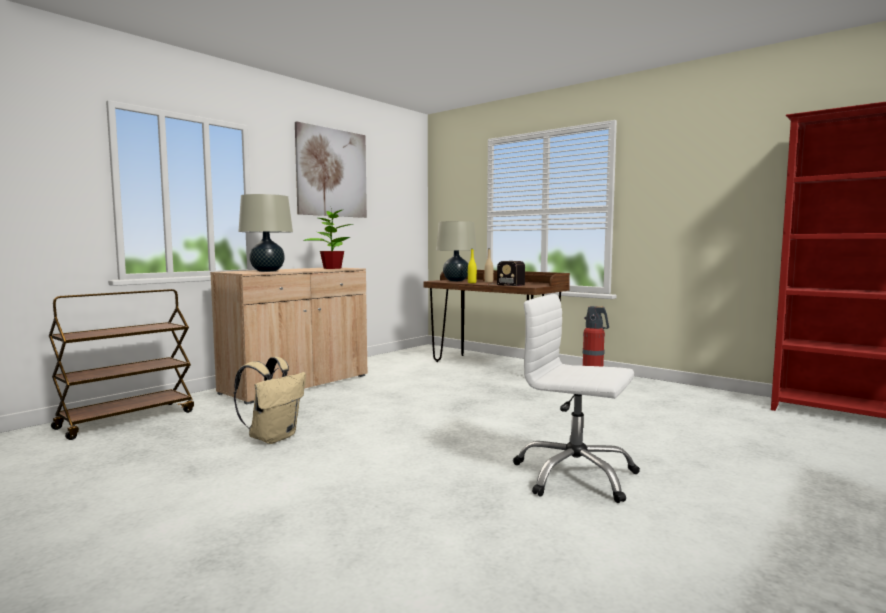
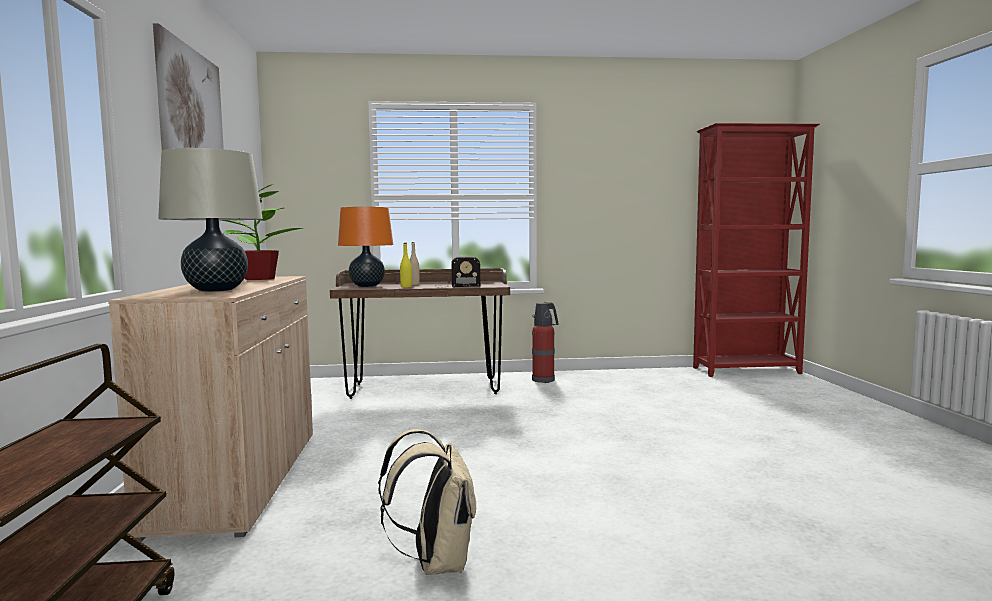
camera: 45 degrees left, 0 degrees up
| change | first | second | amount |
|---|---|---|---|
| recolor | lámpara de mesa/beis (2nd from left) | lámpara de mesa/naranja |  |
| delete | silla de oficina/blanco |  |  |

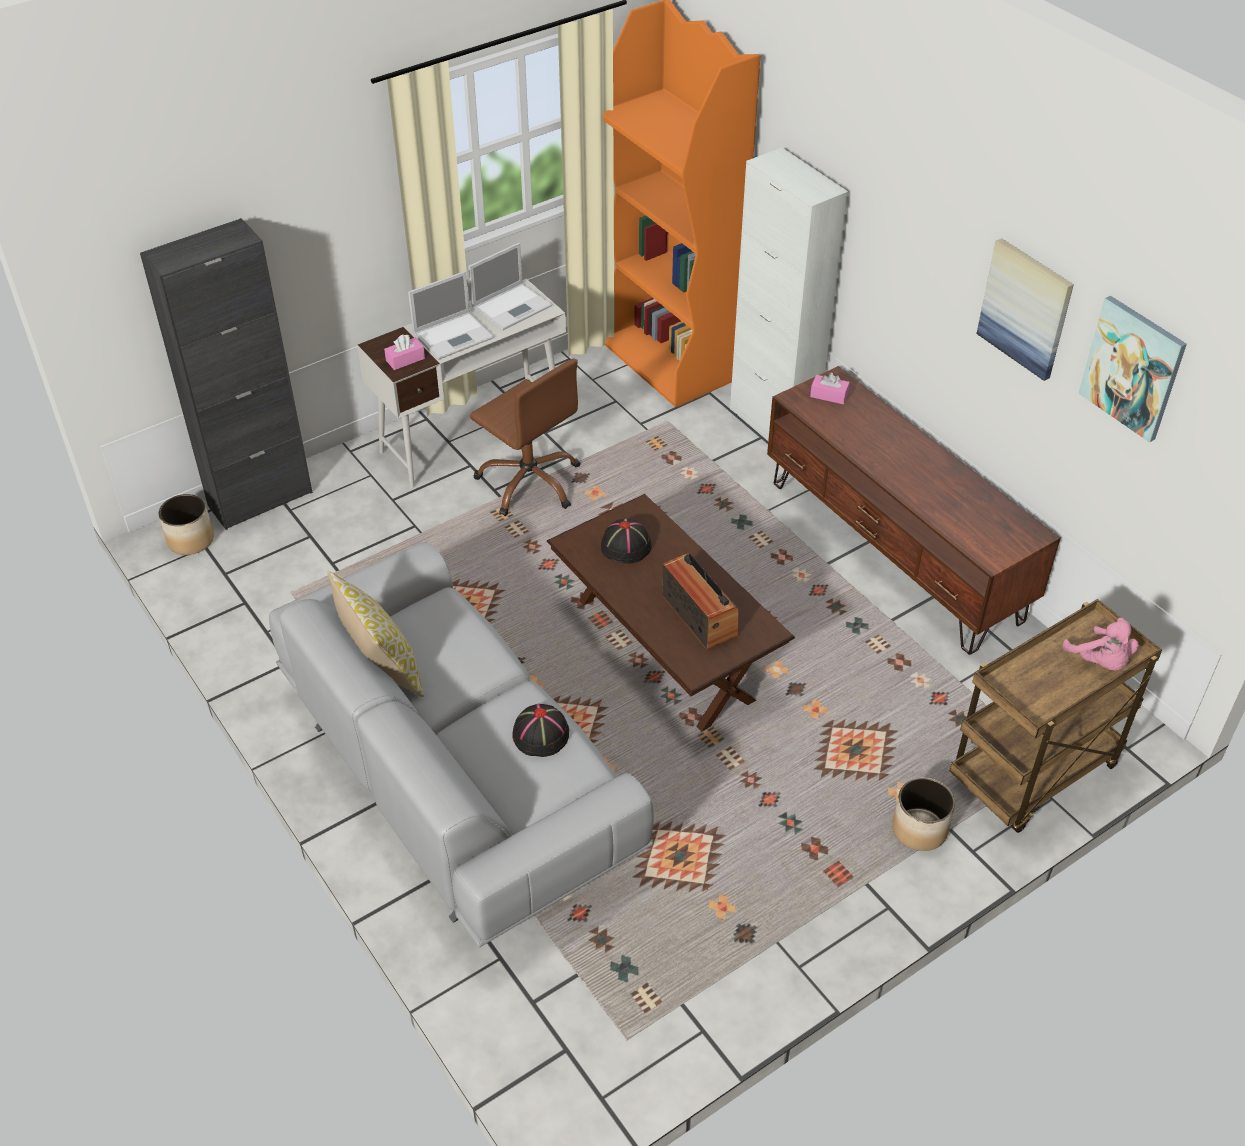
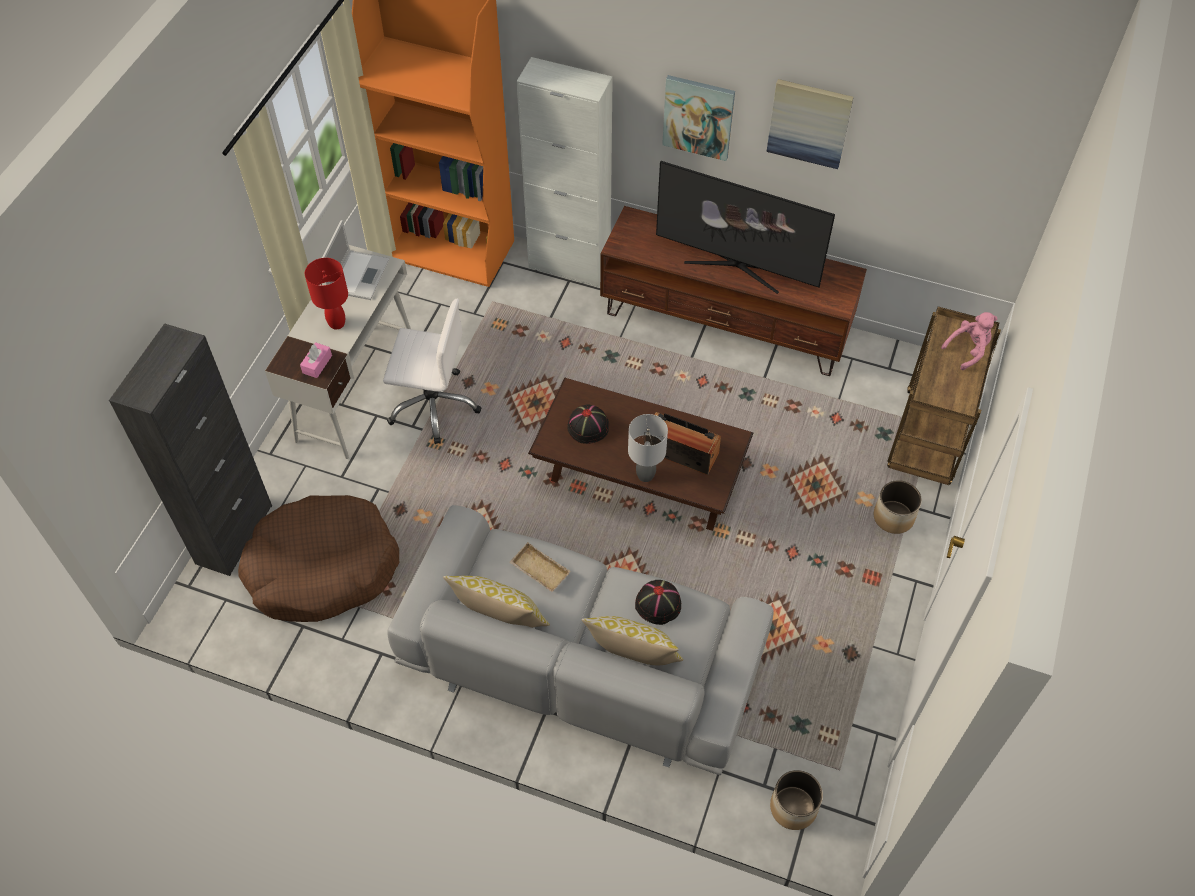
camera: 35 degrees left, 10 degrees up
| change | first | second | amount |
|---|---|---|---|
| insert |  | cama para perro/marrón |  |
| replace | portátil (1st from left) | lámpara de mesa/rojo |  |
| recolor | silla de oficina/marrón | silla de oficina/blanco |  |
| insert |  | bandeja/beis |  |
| insert |  | cojín (2nd from left) |  |
| insert |  | lámpara de mesa/gris |  |
| insert |  | televisor |  |
| move | cuadro (2nd from left in the first image) | cuadro (1st from left) |  |
| move | maceta (1st from left) |  |  |
| rotate | peluche/rosa |  | 60 degrees counterclockwise |
| delete | caja de pañuelos/rosa (2nd from left) |  |  |

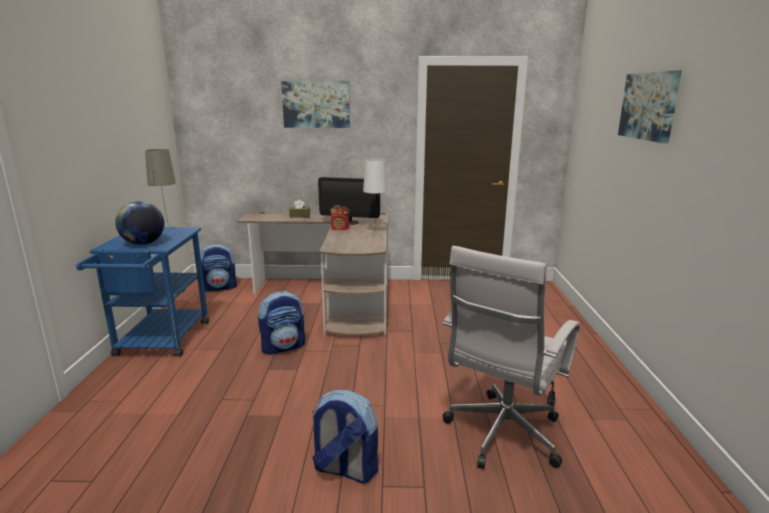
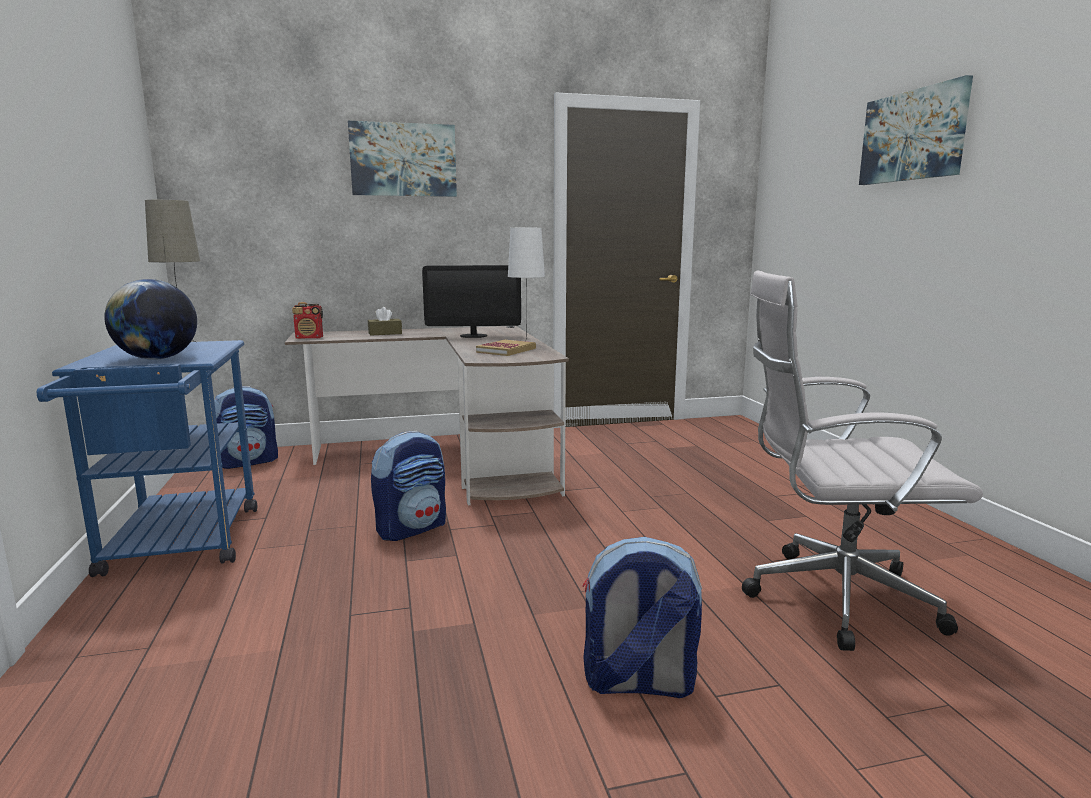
camera: 15 degrees left, 5 degrees down
| change | first | second | amount |
|---|---|---|---|
| move | radio |  |  |
| insert |  | libro |  |
| rotate | silla de oficina/blanco |  | 75 degrees clockwise |

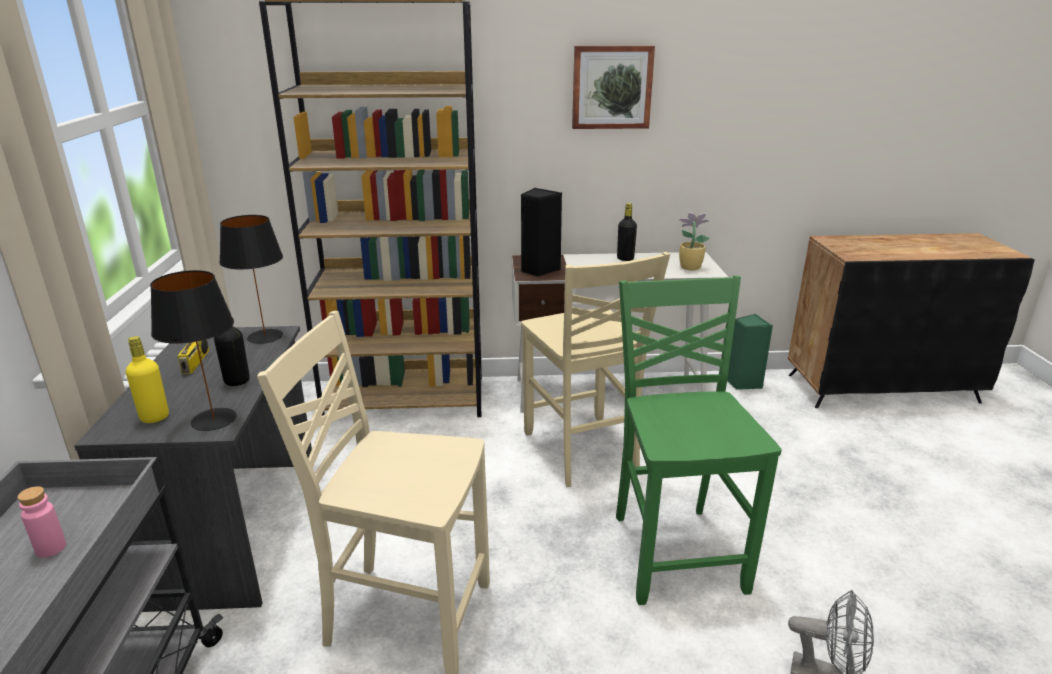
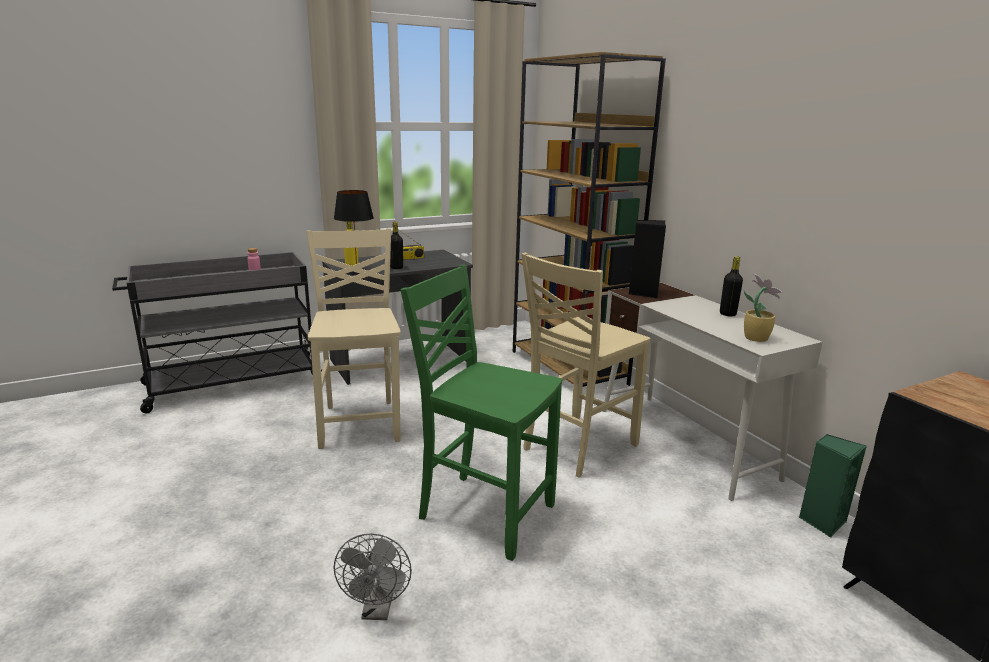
camera: 65 degrees right, 5 degrees down
| change | first | second | amount |
|---|---|---|---|
| rotate | silla/verde |  | 120 degrees counterclockwise |
| delete | lámpara de mesa/negro (2nd from left) |  |  |
| delete | cuadro |  |  |

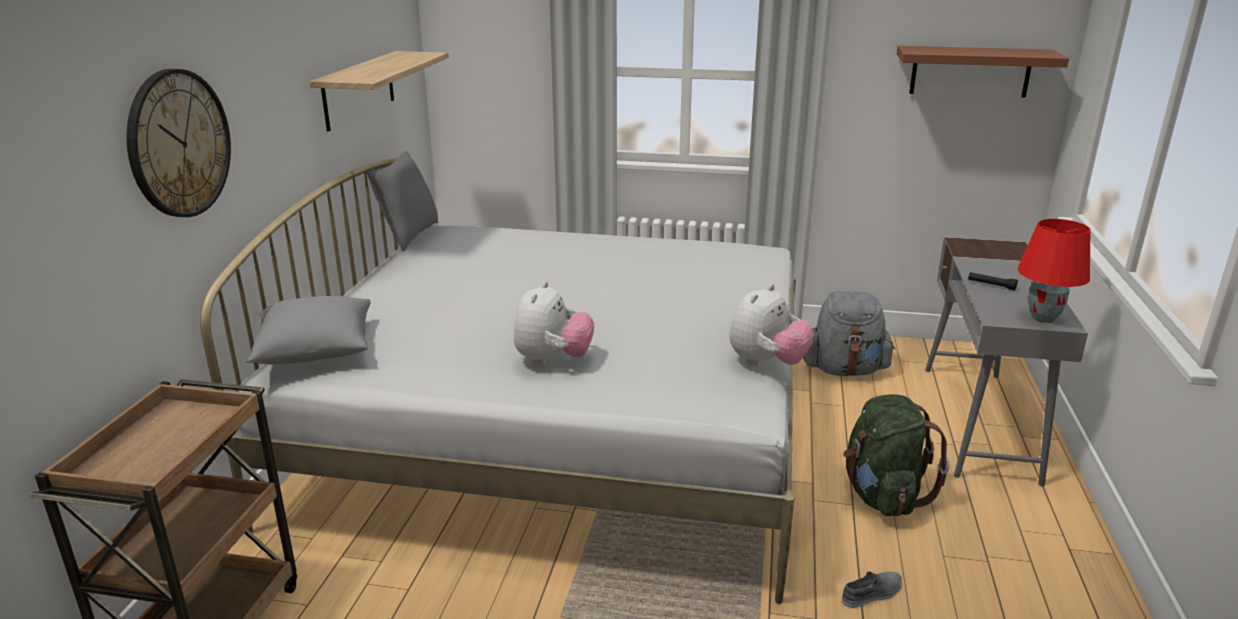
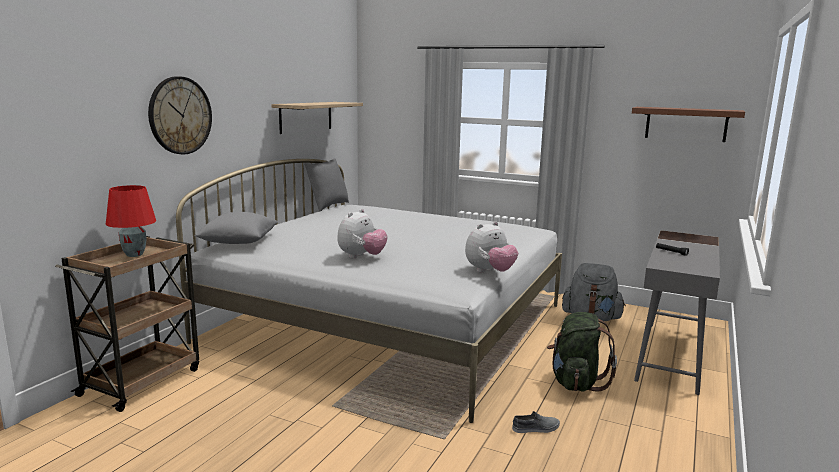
camera: 15 degrees right, 10 degrees down
| change | first | second | amount |
|---|---|---|---|
| move | lámpara de mesa/rojo |  |  |

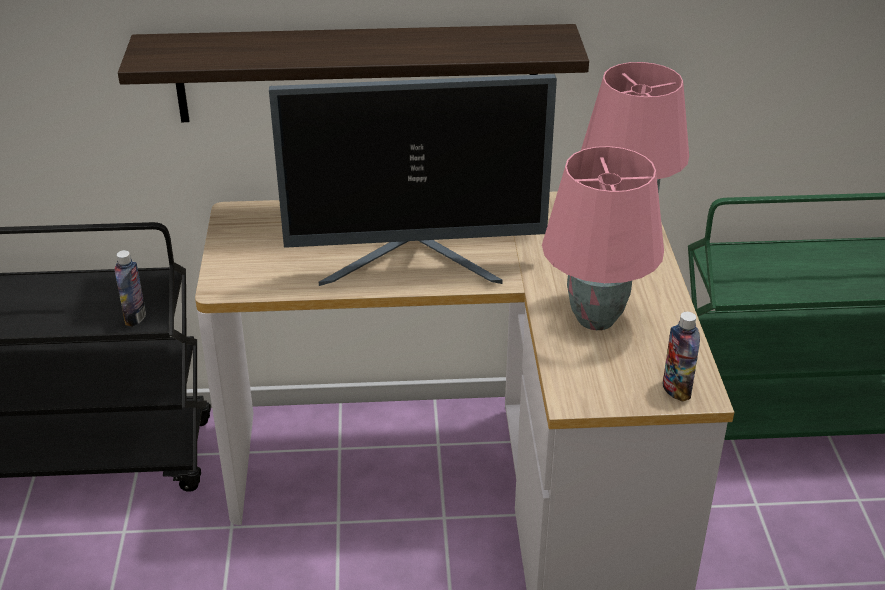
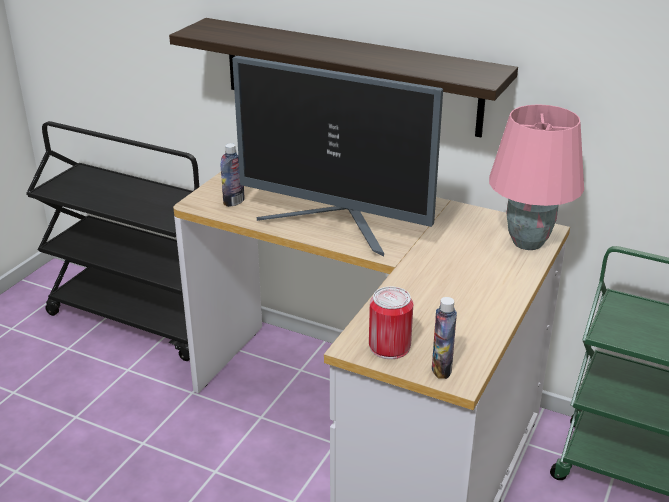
camera: 30 degrees right, 5 degrees down
| change | first | second | amount |
|---|---|---|---|
| move | botella (1st from left) |  |  |
| insert |  | lata |  |
| delete | lámpara de mesa/rosa (1st from left) |  |  |

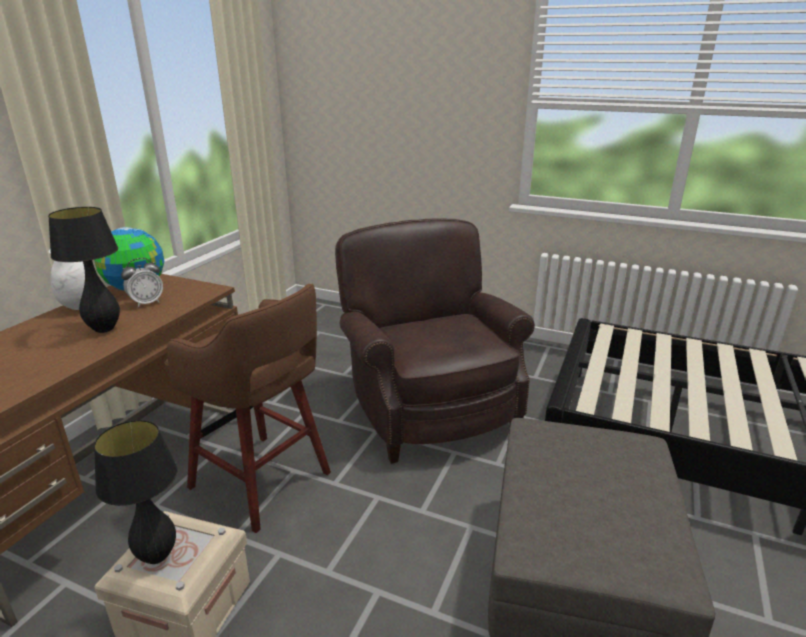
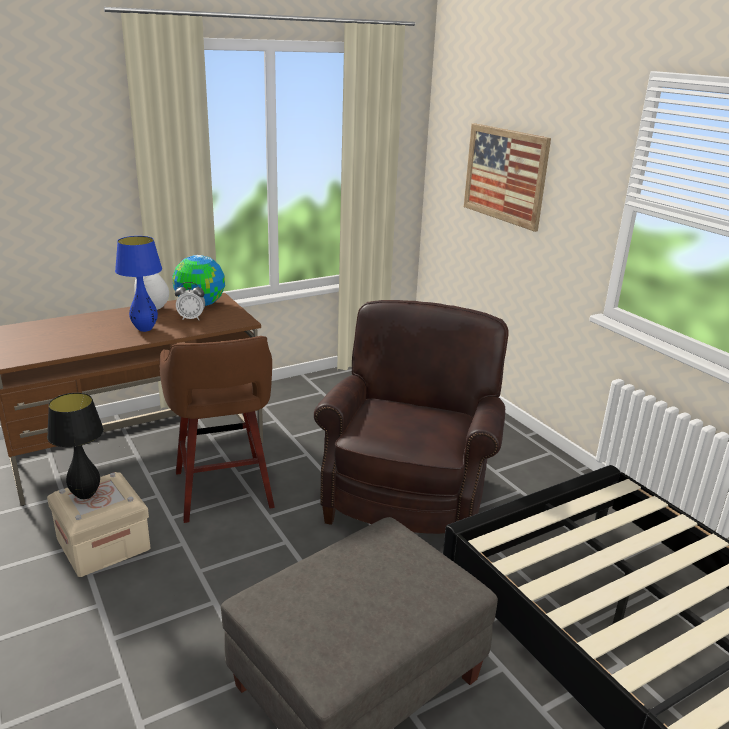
camera: 35 degrees right, 0 degrees up
| change | first | second | amount |
|---|---|---|---|
| recolor | lámpara de mesa/negro (1st from left) | lámpara de mesa/azul |  |
| insert |  | cuadro |  |

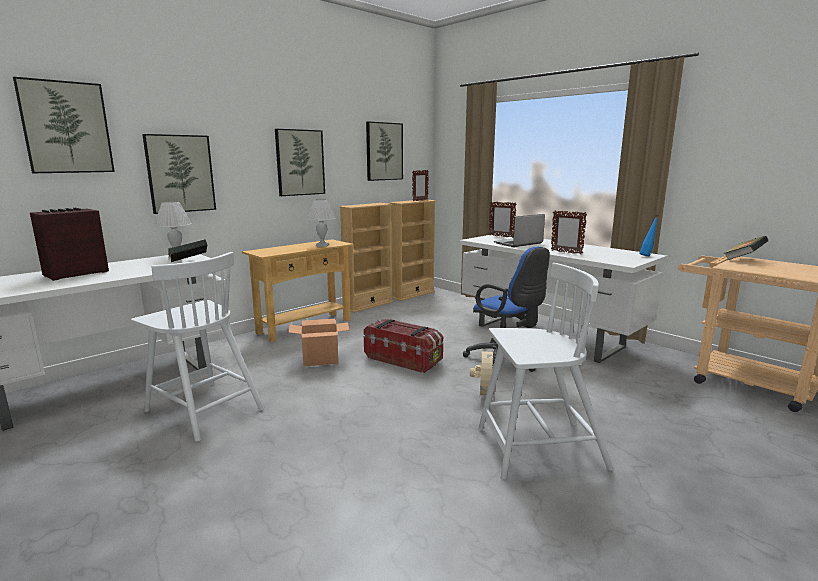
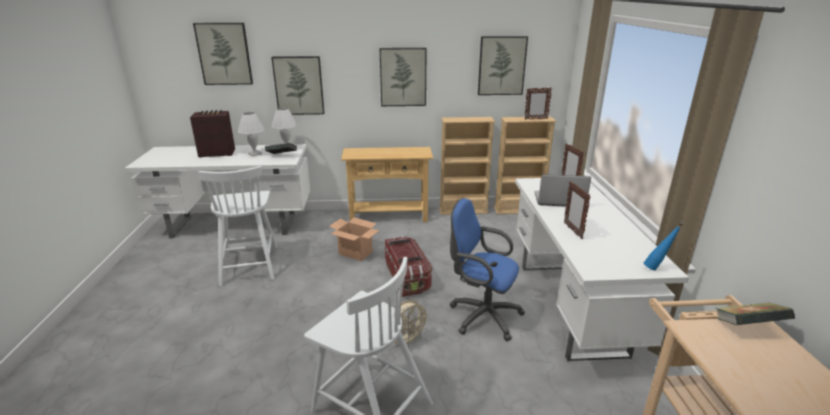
camera: 40 degrees right, 10 degrees up
| change | first | second | amount |
|---|---|---|---|
| move | lámpara de mesa/blanco (2nd from left in the first image) | lámpara de mesa/blanco (1st from left) |  |
| rotate | silla de oficina/azul |  | 120 degrees clockwise |

